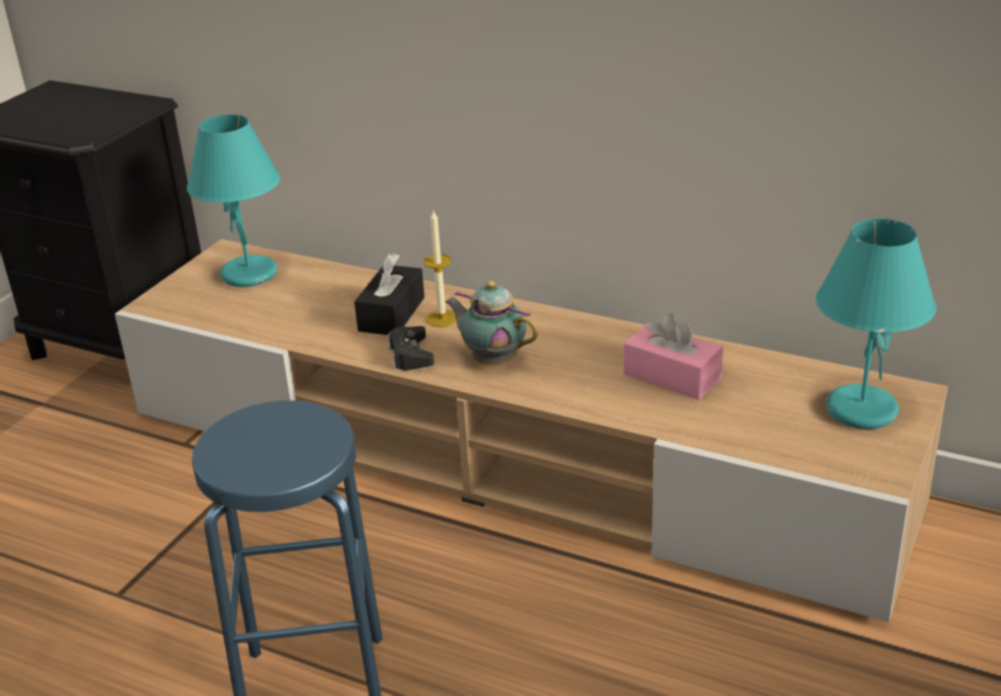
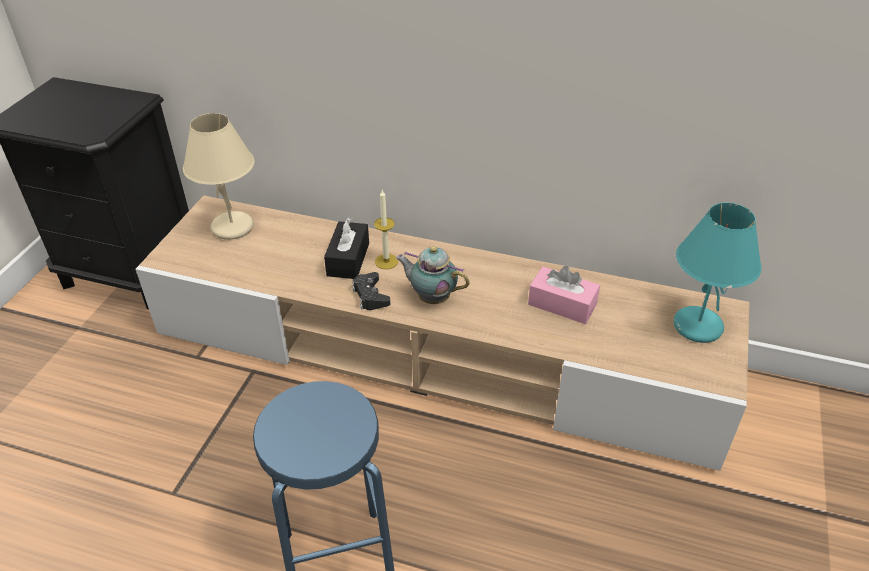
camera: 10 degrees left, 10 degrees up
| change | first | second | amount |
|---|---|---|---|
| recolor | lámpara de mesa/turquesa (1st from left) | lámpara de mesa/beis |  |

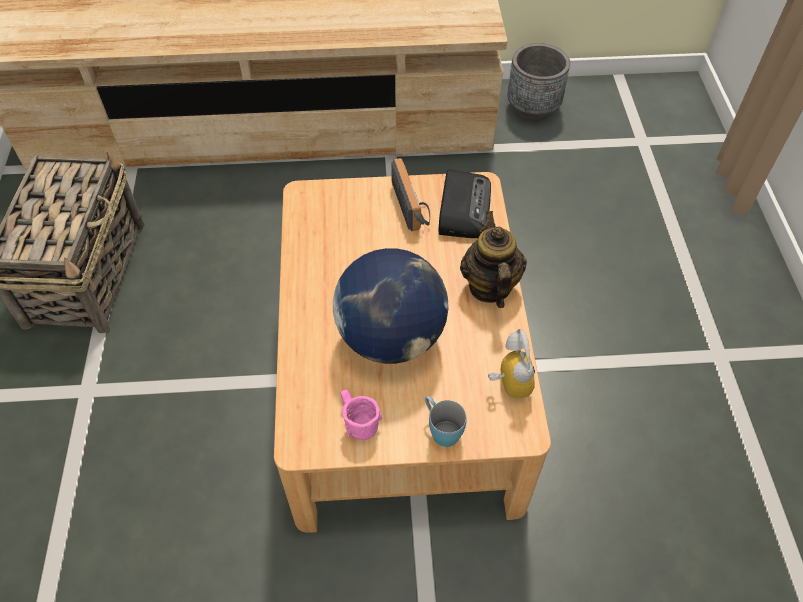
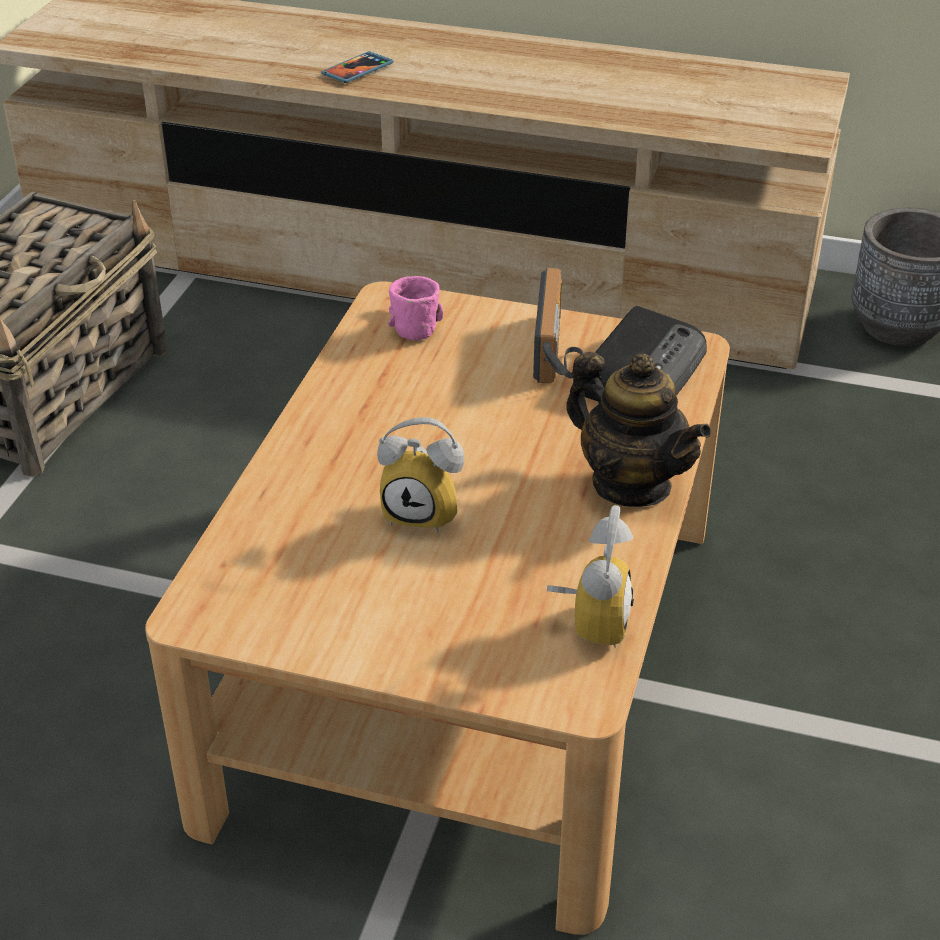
camera: 20 degrees right, 15 degrees down
| change | first | second | amount |
|---|---|---|---|
| insert |  | móvil |  |
| replace | globo terráqueo | despertador (1st from left) |  |
| move | taza grande/rosa |  |  |
| rotate | tetera |  | 120 degrees clockwise |
| delete | taza grande/azul |  |  |

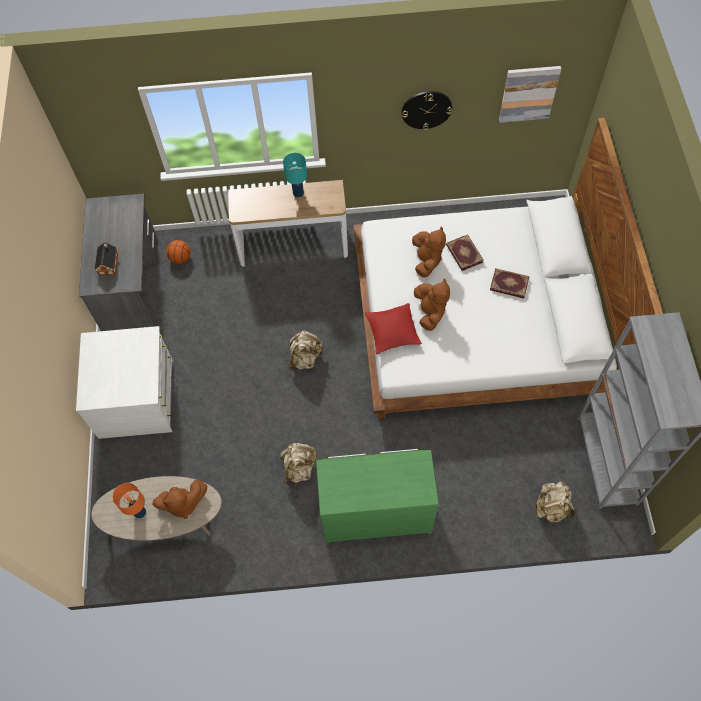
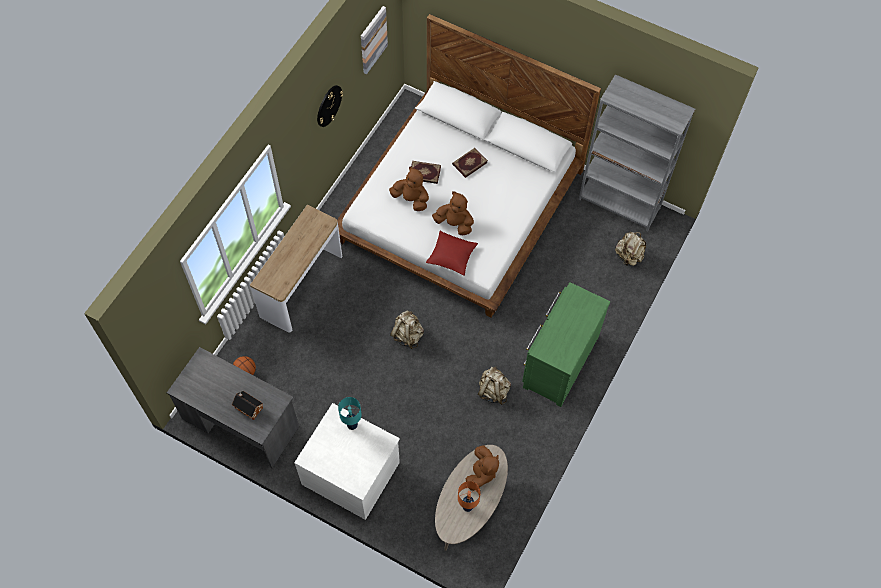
camera: 60 degrees left, 0 degrees up
| change | first | second | amount |
|---|---|---|---|
| move | lámpara de mesa/turquesa |  |  |

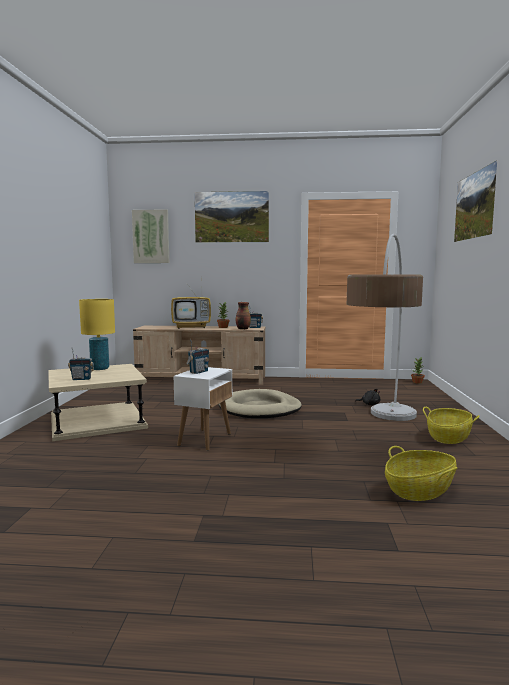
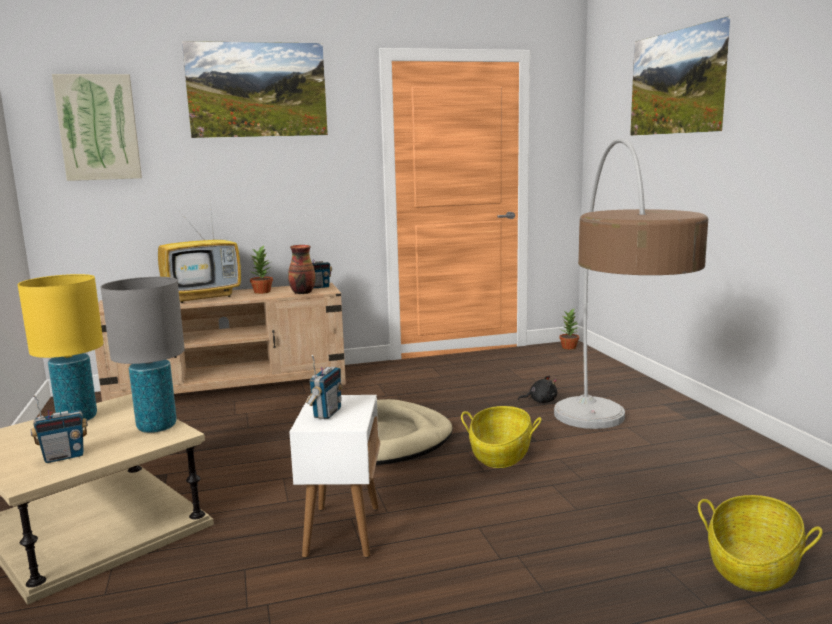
camera: 20 degrees left, 5 degrees up
| change | first | second | amount |
|---|---|---|---|
| insert |  | lámpara de mesa/gris |  |
| move | cesta (2nd from left in the first image) | cesta (1st from left) |  |

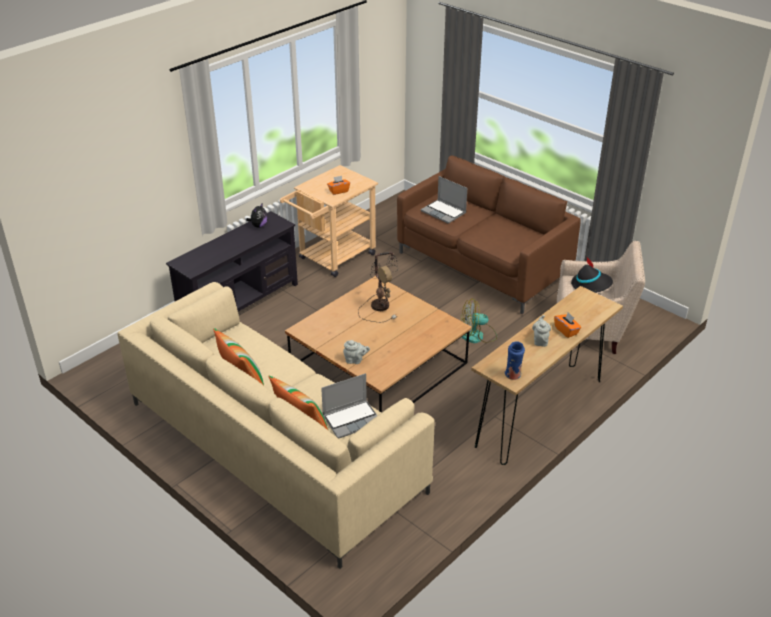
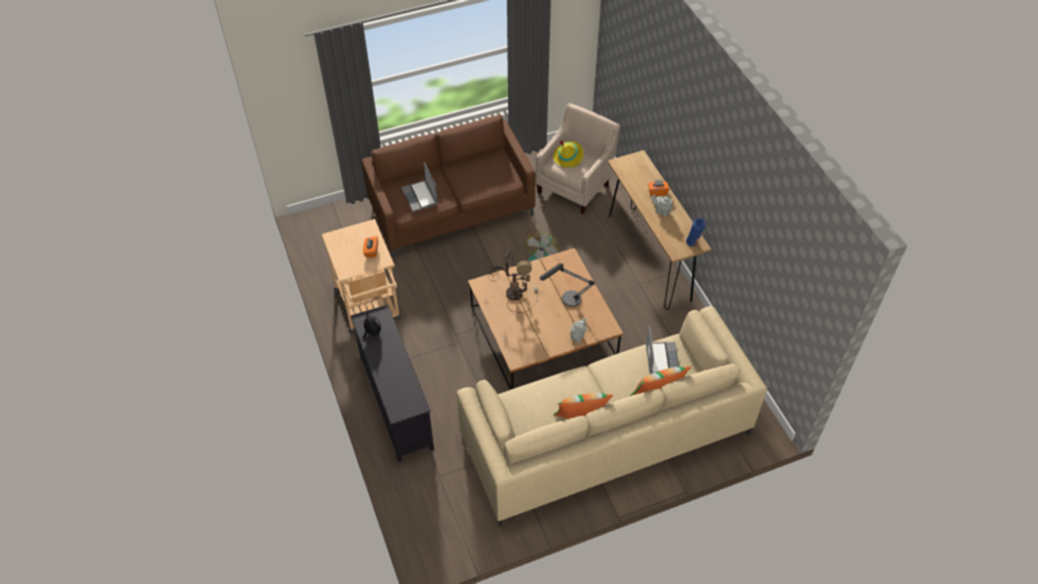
camera: 65 degrees left, 15 degrees up
| change | first | second | amount |
|---|---|---|---|
| rotate | portátil (2nd from left in the first image) | portátil (1st from left) | 90 degrees clockwise |
| insert |  | lámpara de mesa (2nd from left) |  |
| recolor | sombrero/negro | sombrero/amarillo |  |

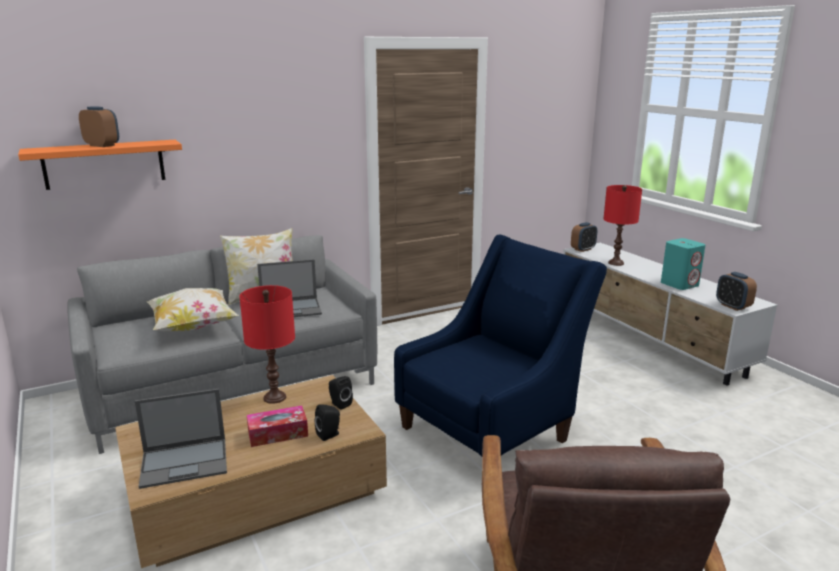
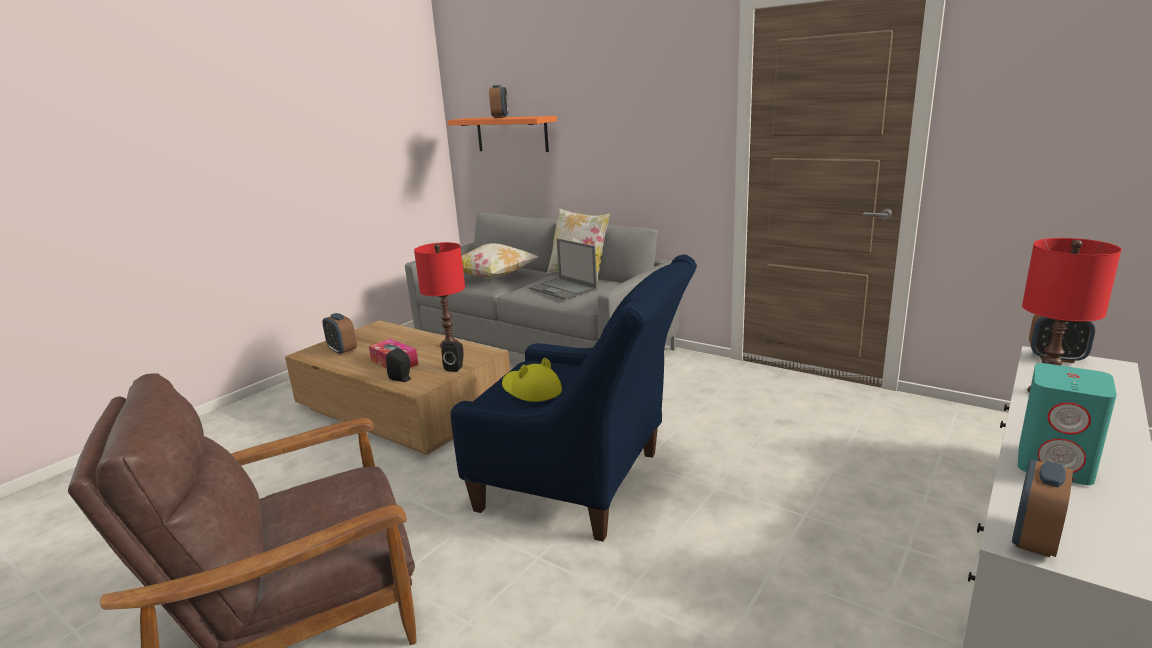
camera: 65 degrees right, 0 degrees up
| change | first | second | amount |
|---|---|---|---|
| replace | portátil (1st from left) | despertador (1st from left) |  |
| insert |  | sombrero/amarillo |  |

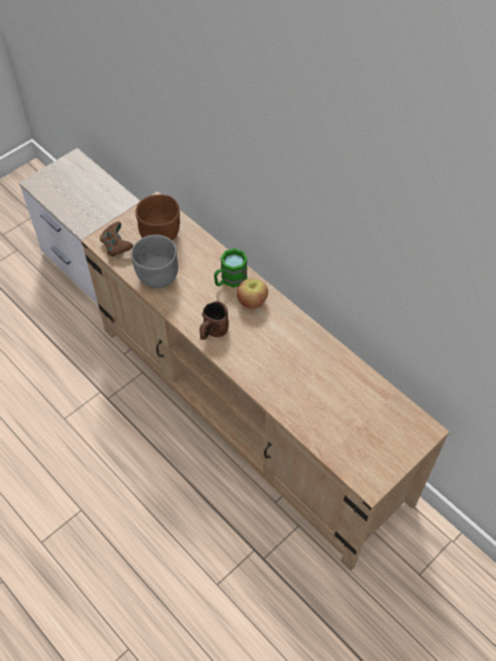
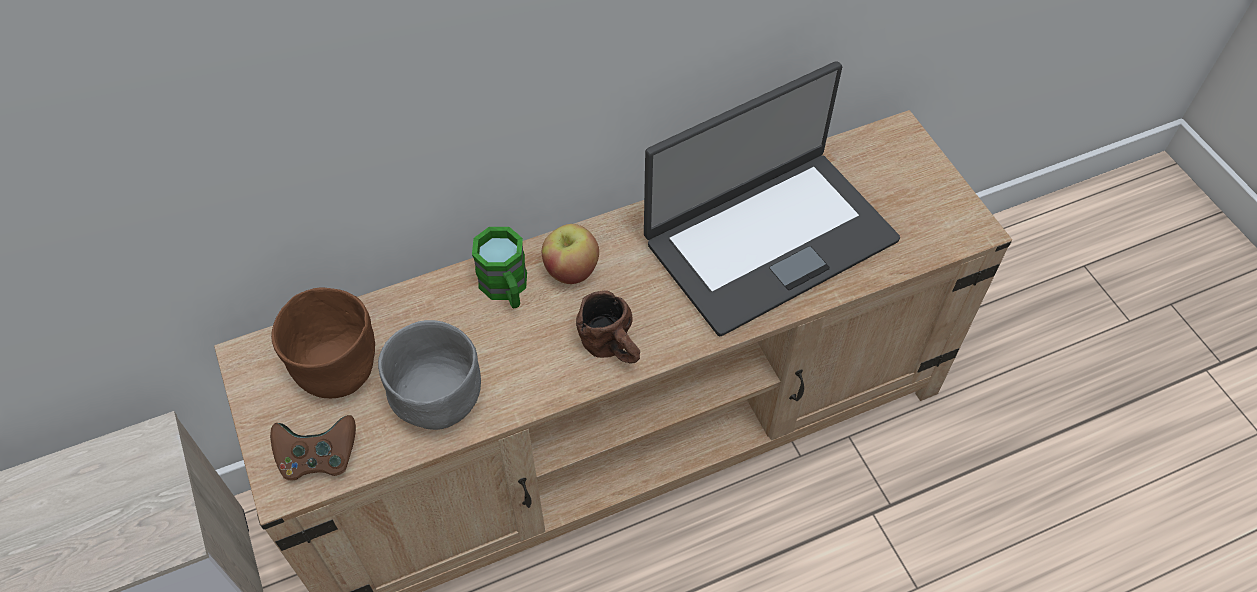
camera: 70 degrees left, 0 degrees up
| change | first | second | amount |
|---|---|---|---|
| insert |  | portátil |  |

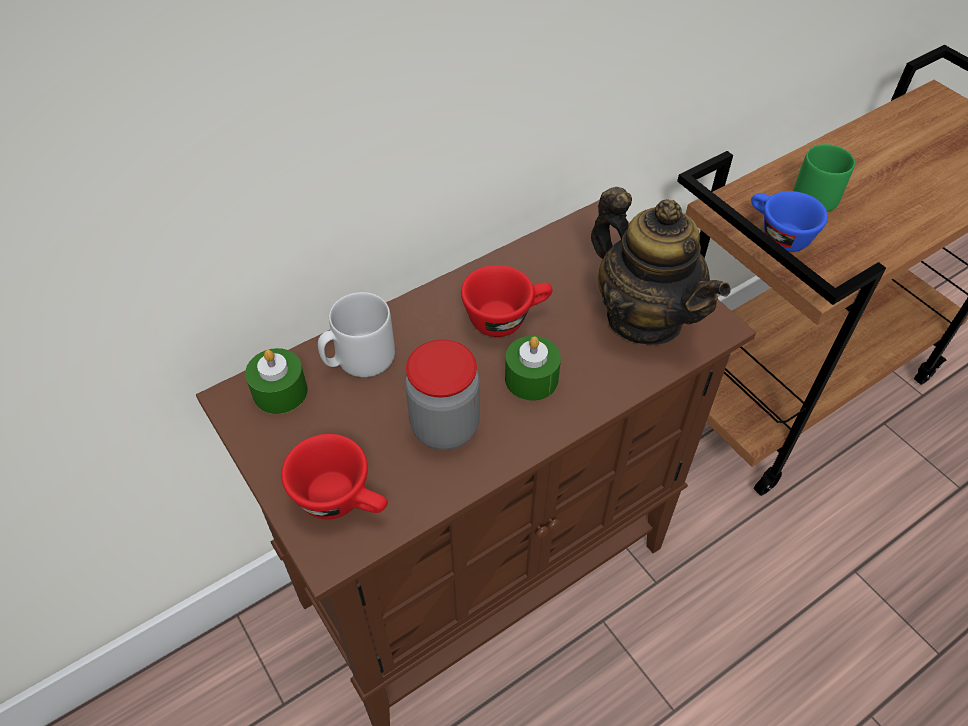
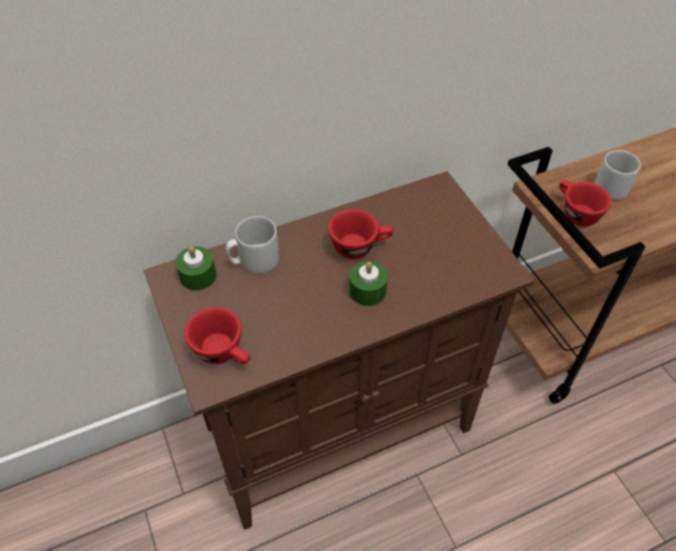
camera: 10 degrees right, 0 degrees up
| change | first | second | amount |
|---|---|---|---|
| recolor | taza/azul | taza/rojo (3rd from left) |  |
| recolor | taza grande/verde | taza grande/gris (2nd from left) |  |
| delete | tarro |  |  |
| delete | tetera |  |  |

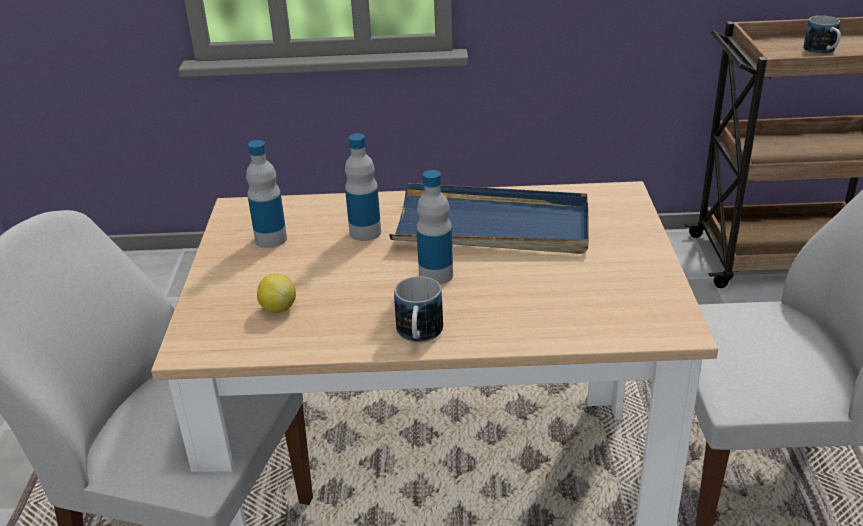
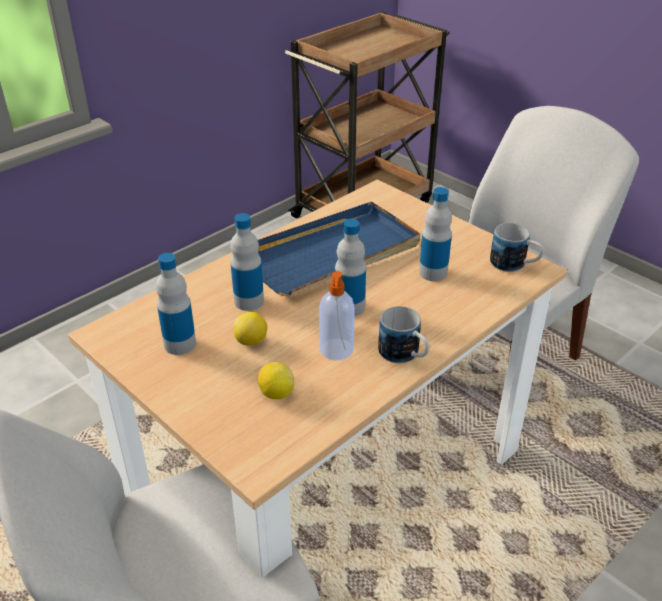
camera: 45 degrees left, 5 degrees up
| change | first | second | amount |
|---|---|---|---|
| insert |  | limón (1st from left) |  |
| insert |  | dispensador de jabón |  |
| insert |  | botella (4th from left) |  |
| move | taza grande (2nd from left) |  |  |

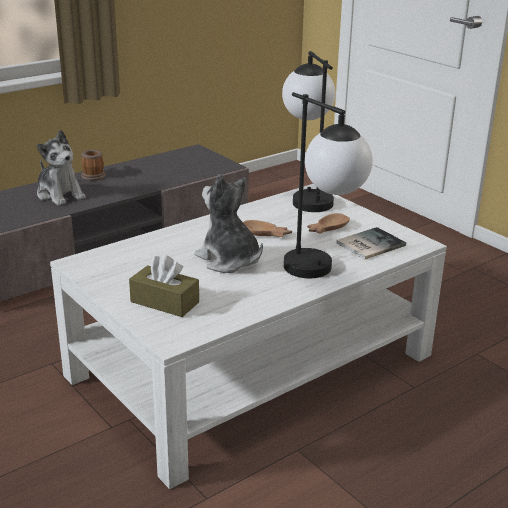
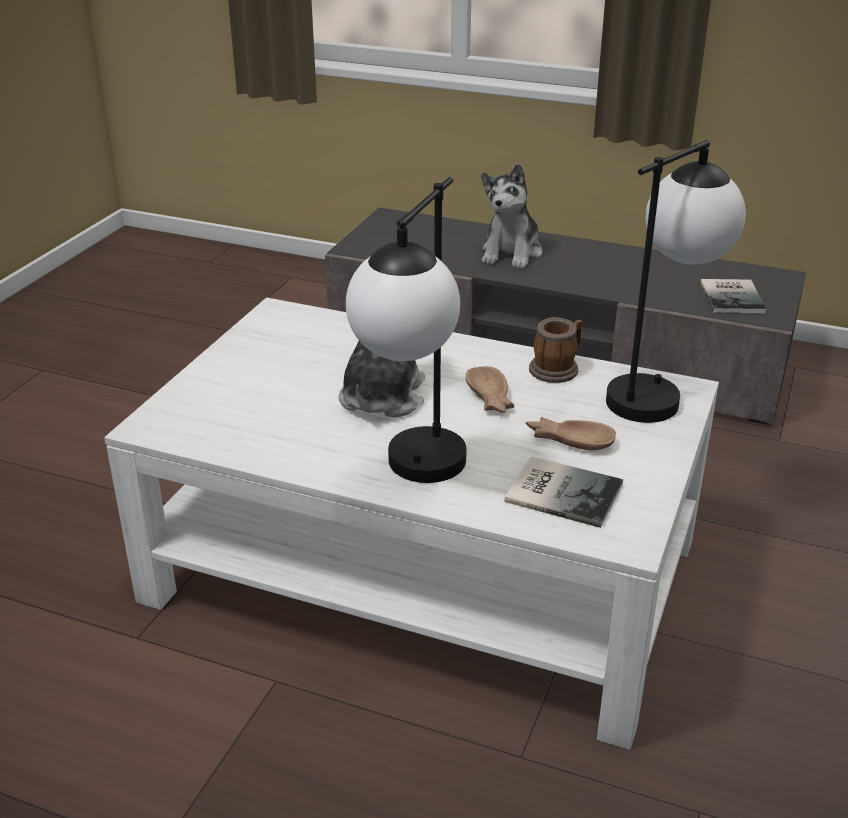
camera: 60 degrees right, 5 degrees up
| change | first | second | amount |
|---|---|---|---|
| move | taza grande |  |  |
| insert |  | libro (2nd from left) |  |
| delete | caja de pañuelos/marrón |  |  |

